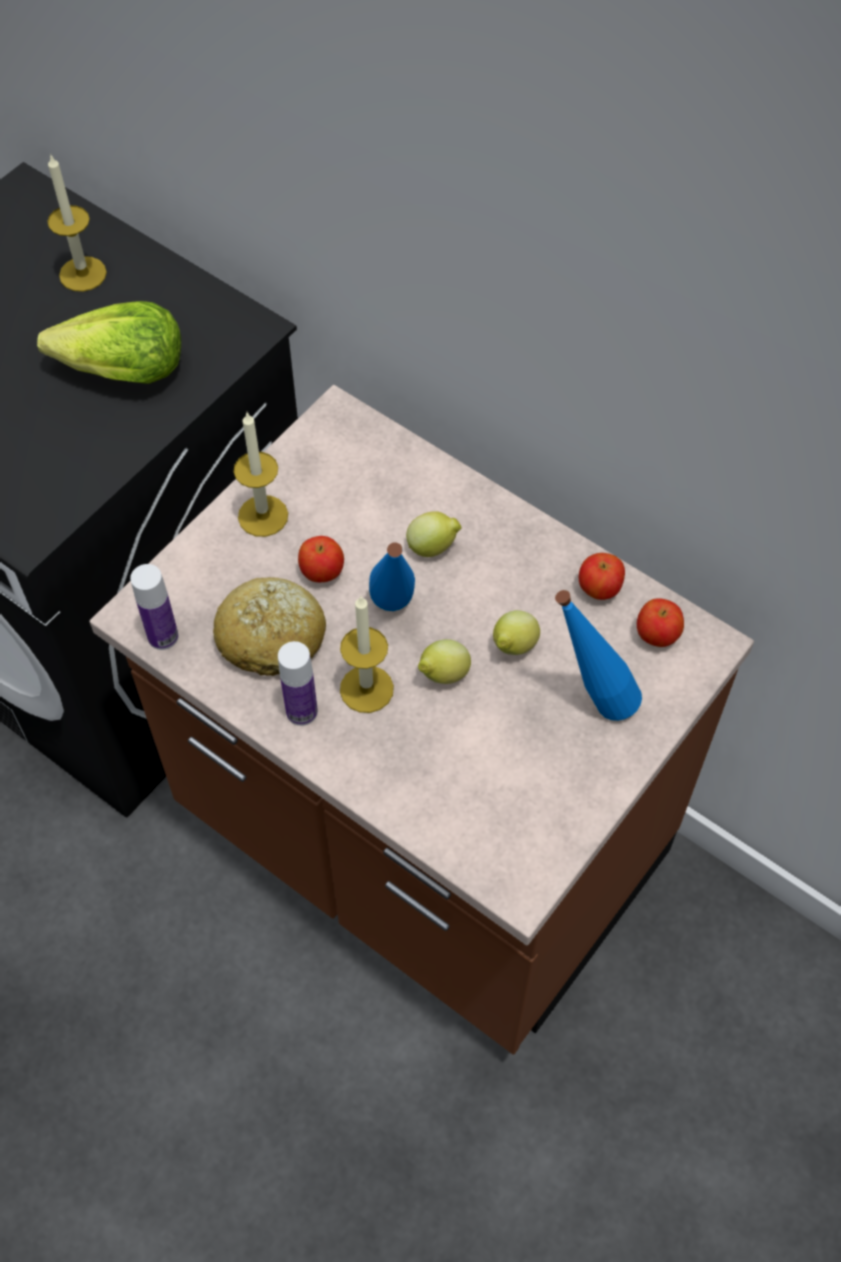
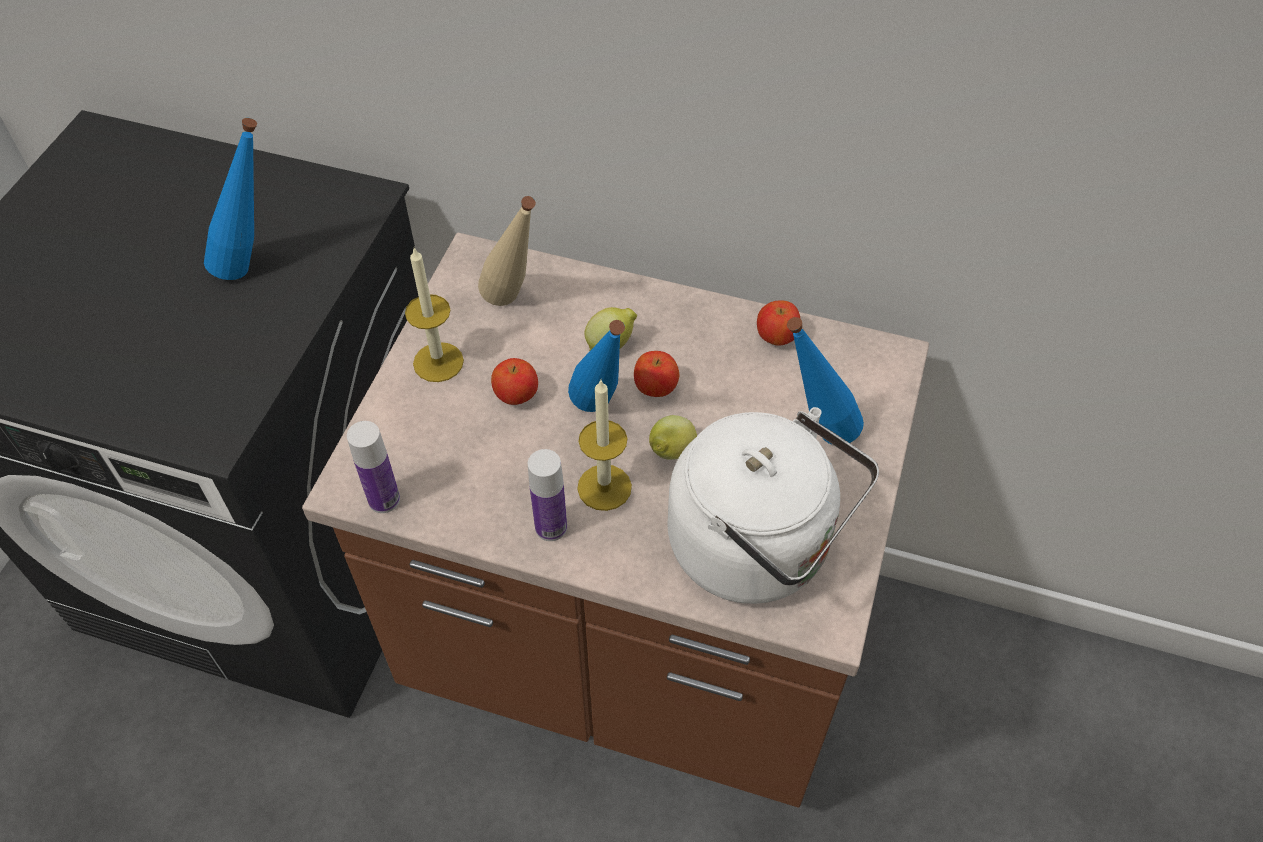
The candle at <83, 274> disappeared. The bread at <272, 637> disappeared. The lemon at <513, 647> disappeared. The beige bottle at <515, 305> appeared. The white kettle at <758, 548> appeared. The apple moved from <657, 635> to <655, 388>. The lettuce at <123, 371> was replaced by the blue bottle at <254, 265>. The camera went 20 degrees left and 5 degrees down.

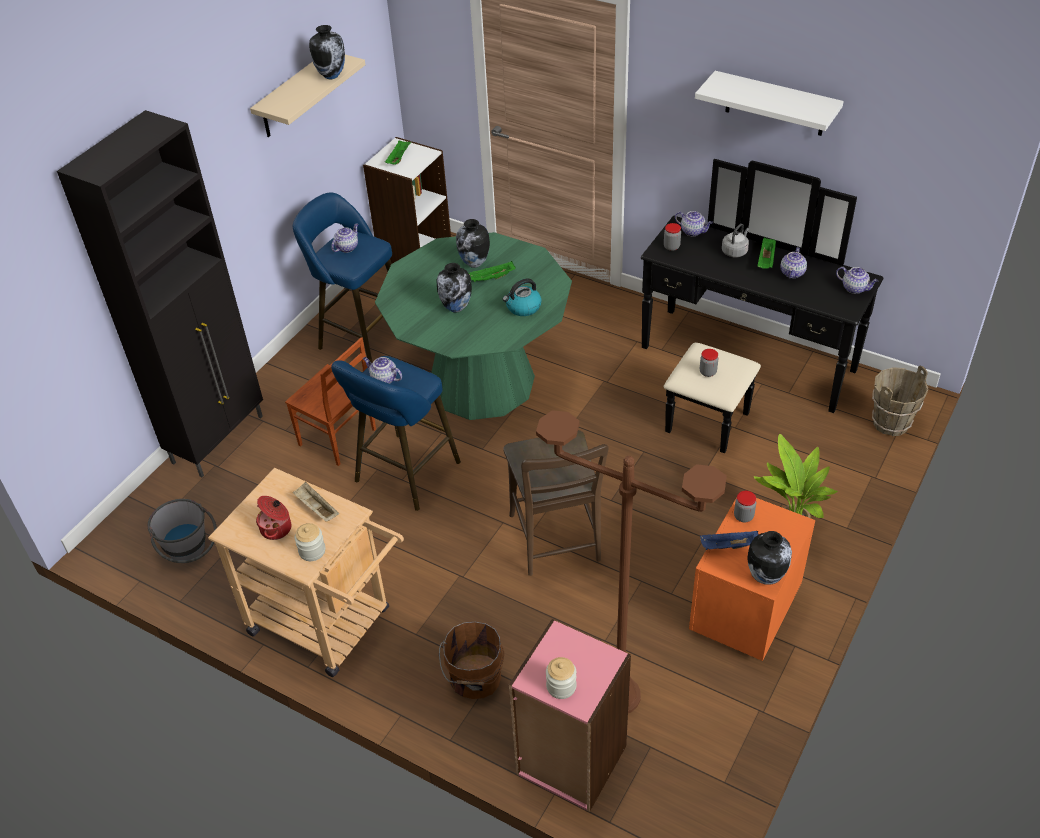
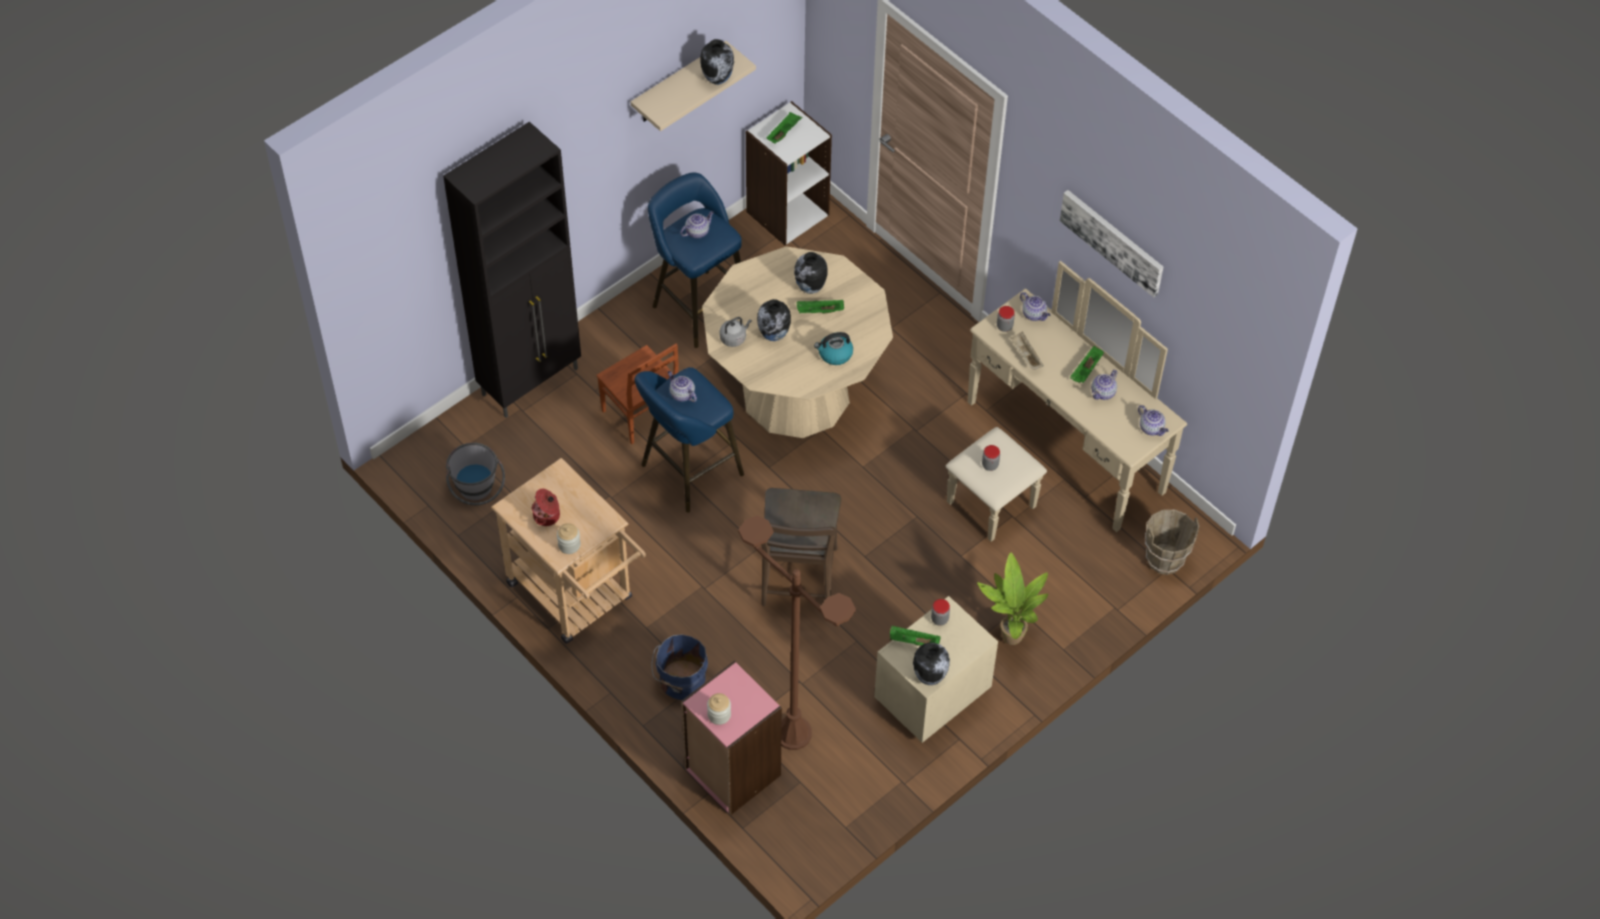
The beige tray moved from <316, 508> to <1025, 356>. The grey kettle moved from <735, 251> to <734, 338>. The white shelf at <775, 104> was replaced by the picture at <1112, 241>. The green dining table at <481, 382> became the beige dining table at <795, 394>. The brown bucket at <475, 678> became the blue bucket at <681, 681>. The black dresser at <739, 373> became the beige dresser at <1049, 460>. The orange nightstand at <742, 613> became the beige nightstand at <930, 697>. The blue tray at <728, 547> became the green tray at <913, 642>. The camera went 15 degrees right and 10 degrees up.

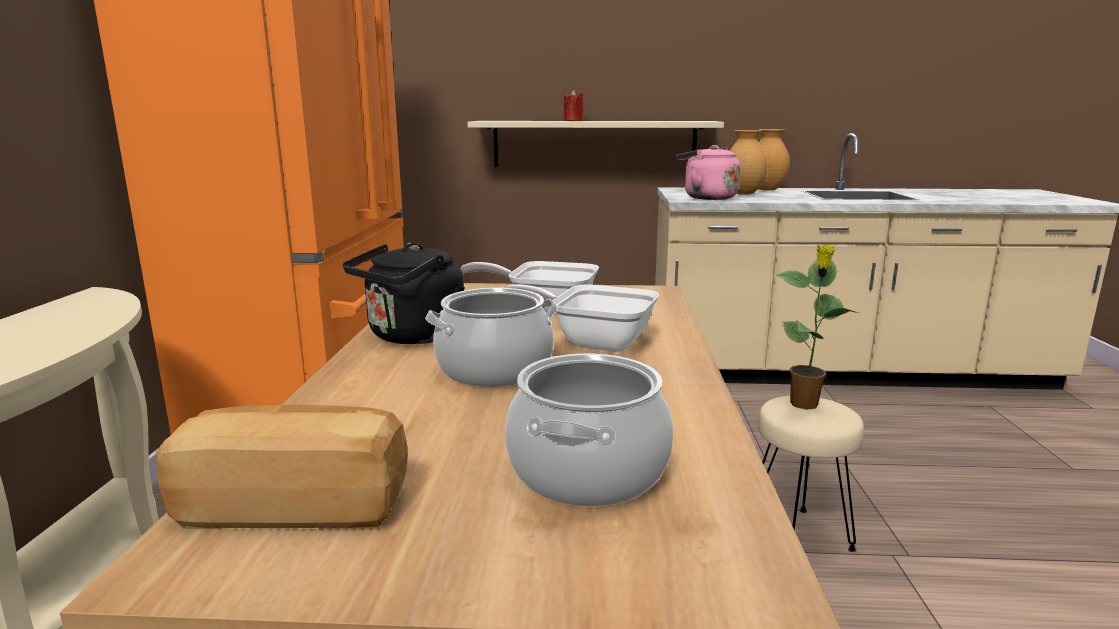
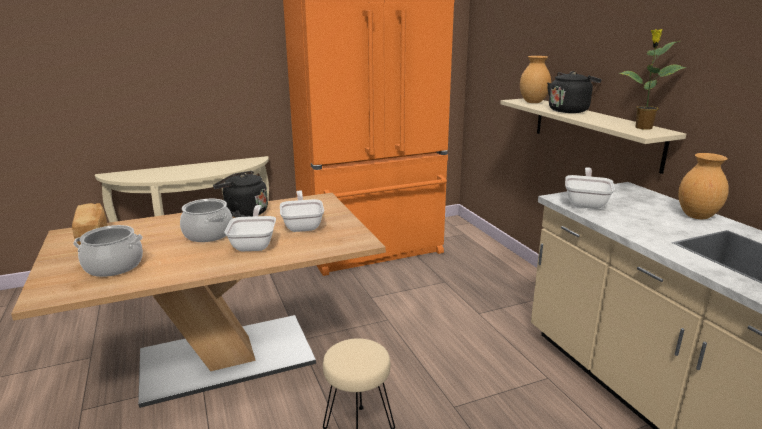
The brown vase moved from <743, 194> to <532, 102>. The potted plant moved from <805, 404> to <642, 128>. The red candle at <573, 120> was replaced by the black kettle at <569, 110>. The pink kettle at <706, 197> was replaced by the frying pan at <586, 202>. The camera went 65 degrees right and 5 degrees up.

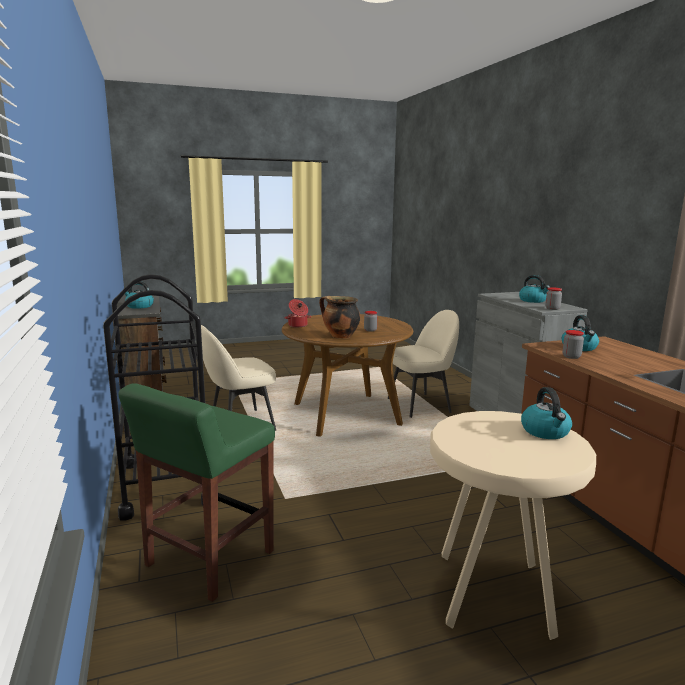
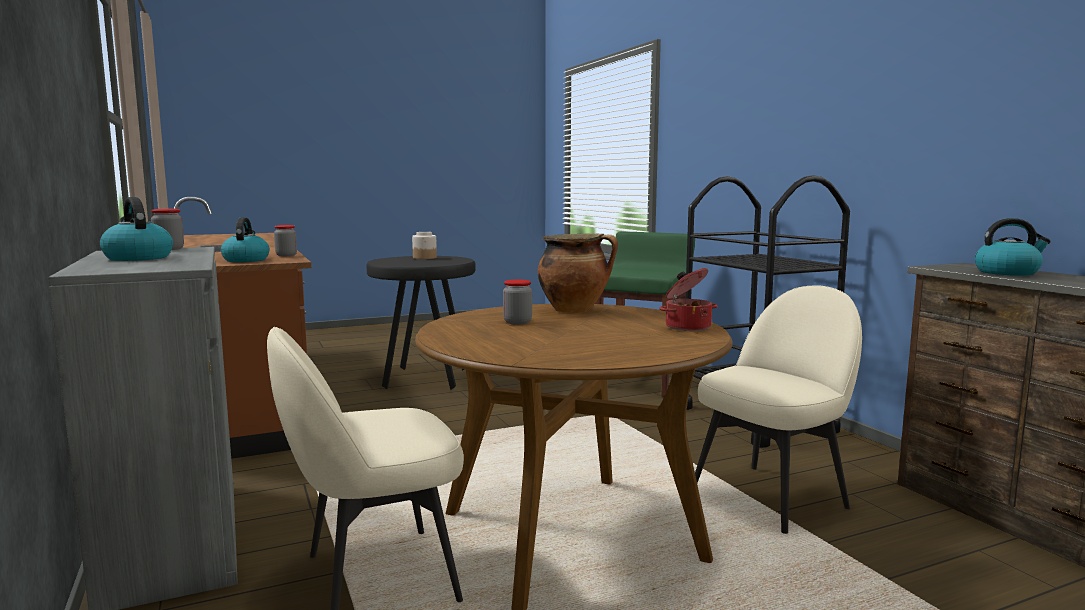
The kettle at <545, 432> disappeared. The jar at <425, 258> appeared. The beige stool at <494, 592> became the black stool at <425, 379>. The camera went 175 degrees right and 5 degrees down.

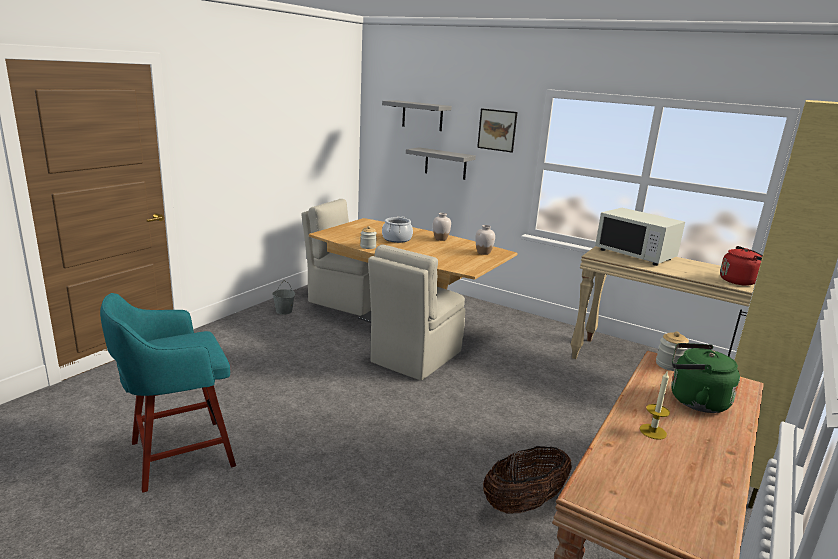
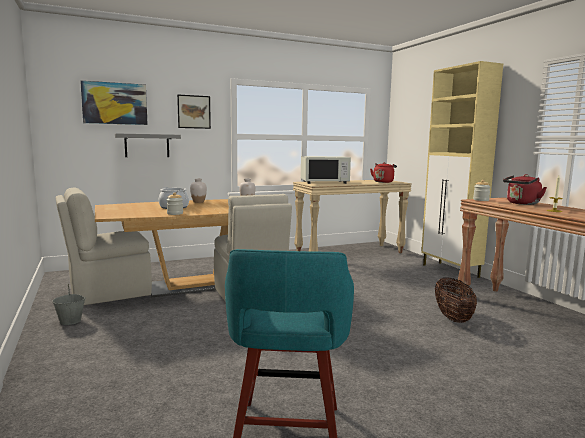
The grey shelf at <422, 116> was replaced by the picture at <115, 103>. The green kettle at <694, 401> became the red kettle at <522, 204>. The camera went 55 degrees left and 10 degrees down.

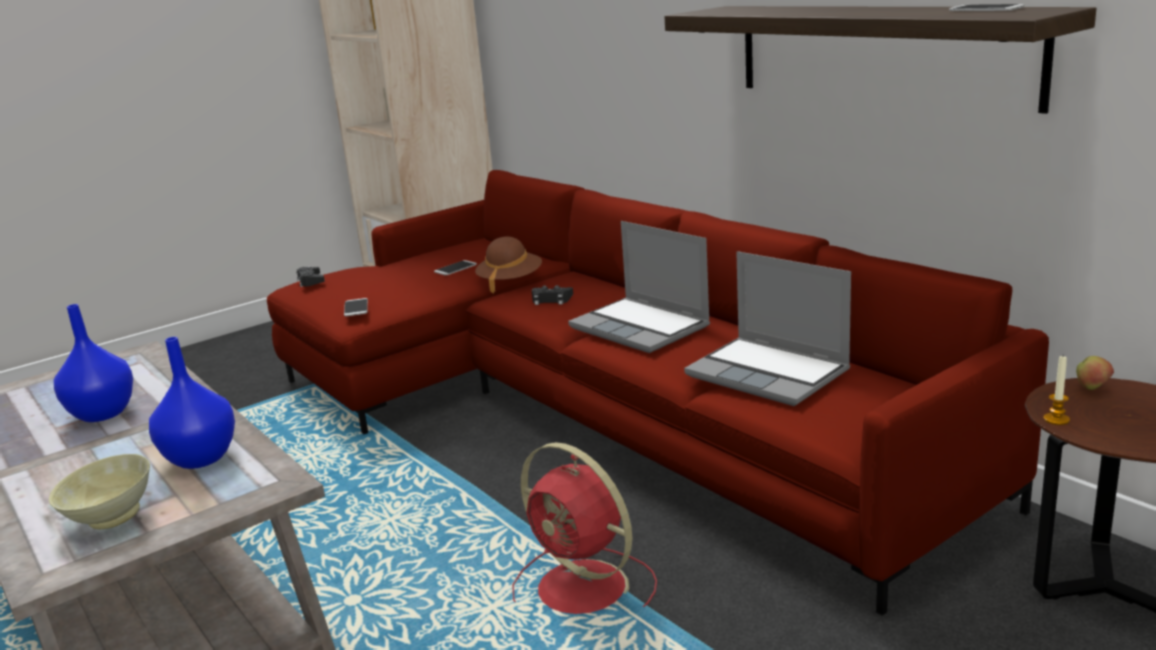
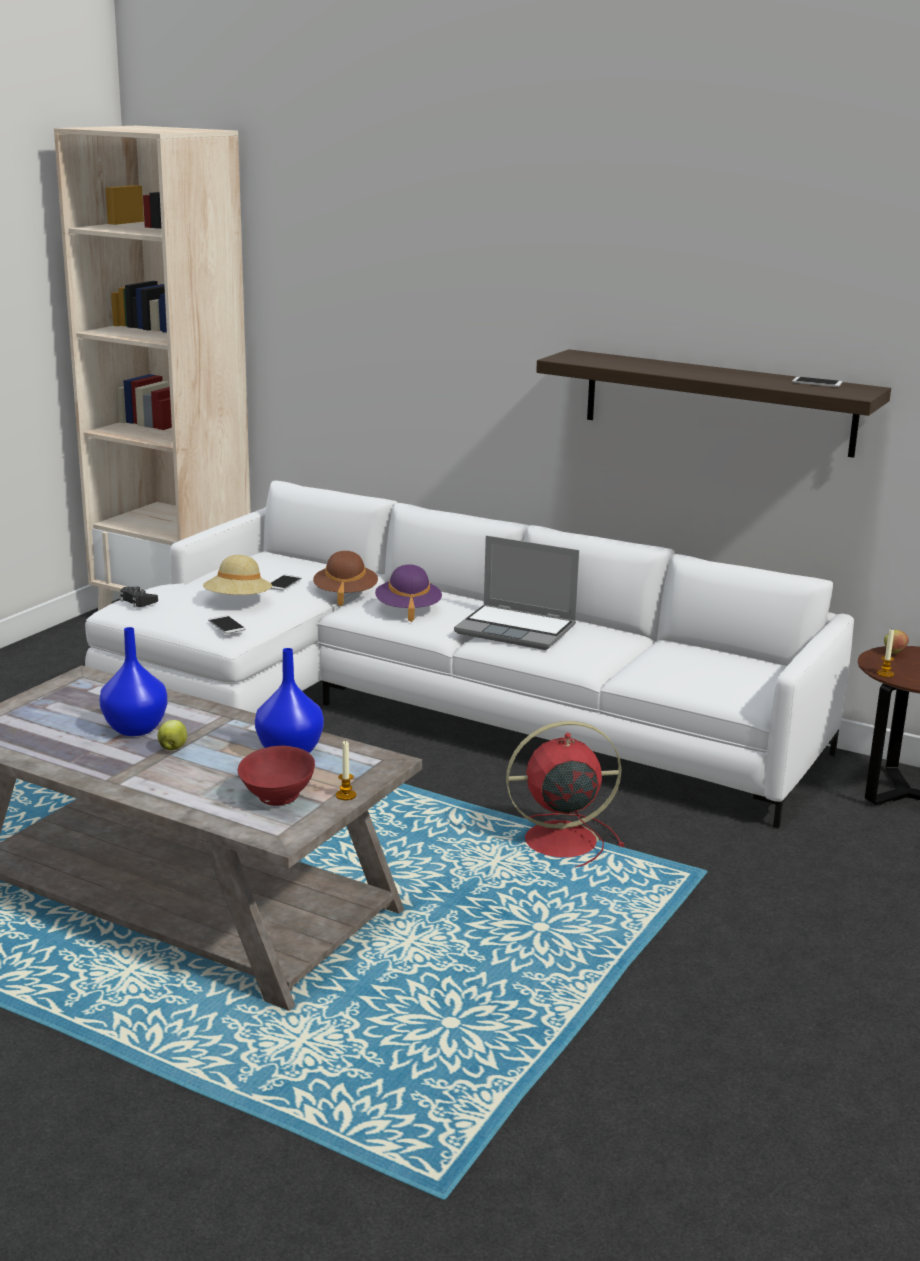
The laptop at <770, 373> disappeared. The apple at <173, 748> appeared. The beige hat at <238, 601> appeared. The candle at <346, 795> appeared. The black game controller at <551, 300> was replaced by the purple hat at <408, 609>. The beige bowl at <110, 518> became the red bowl at <276, 798>. The red sofa at <594, 410> became the white sofa at <444, 711>. The red fan at <585, 590> turned 150 degrees clockwise. The camera went 25 degrees left and 0 degrees up.

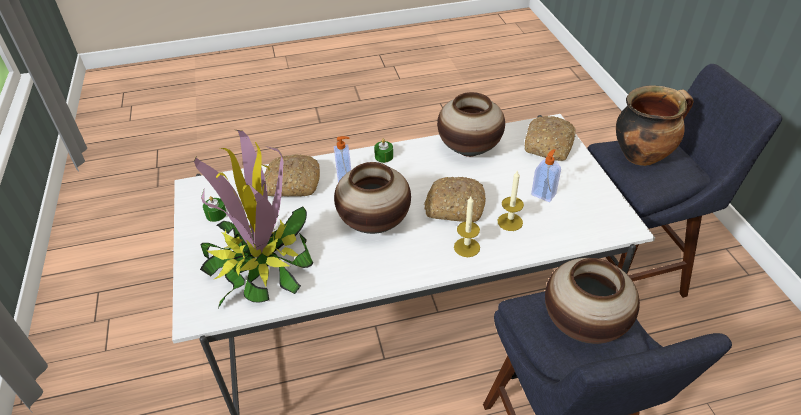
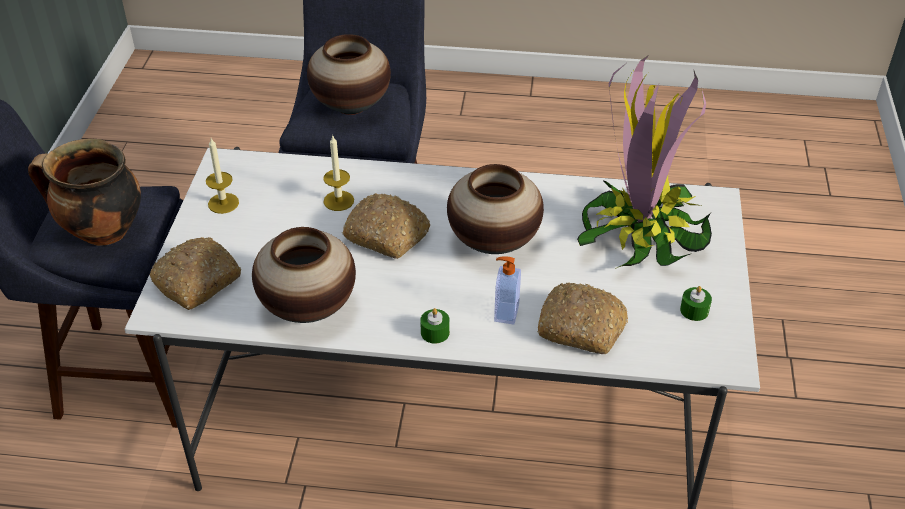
The soap dispenser at <543, 194> disappeared. The candle moved from <466, 247> to <223, 203>. The camera went 160 degrees left and 0 degrees up.

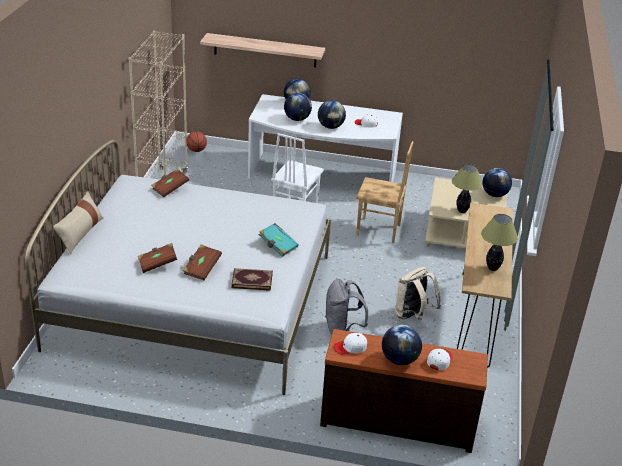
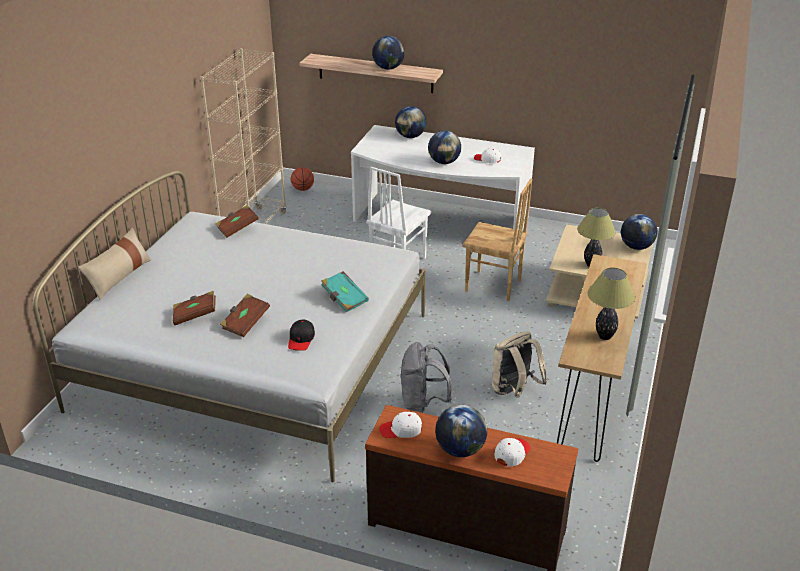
The globe moved from <297, 119> to <388, 68>. The book at <252, 280> was replaced by the black cap at <301, 339>. The camera went 10 degrees right and 0 degrees up.

